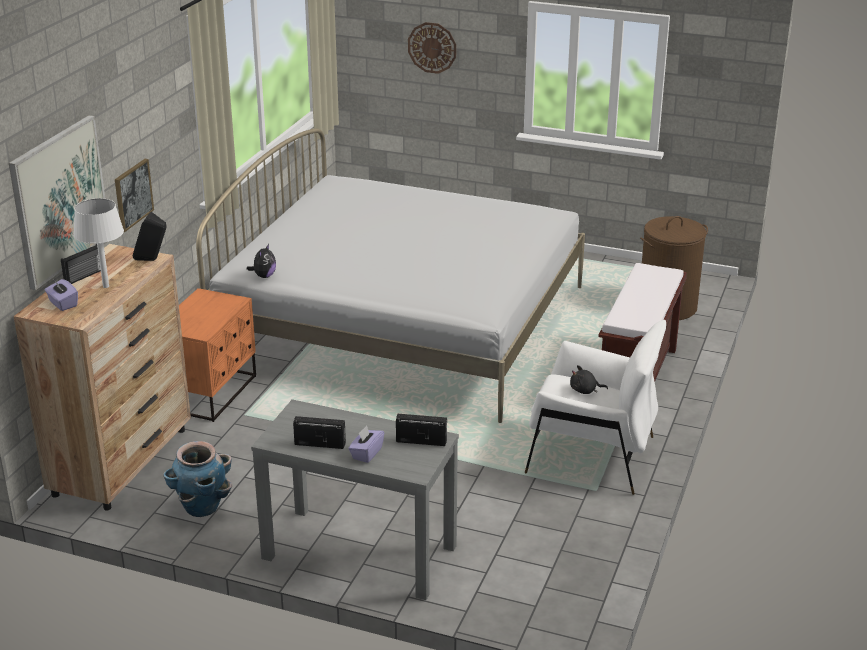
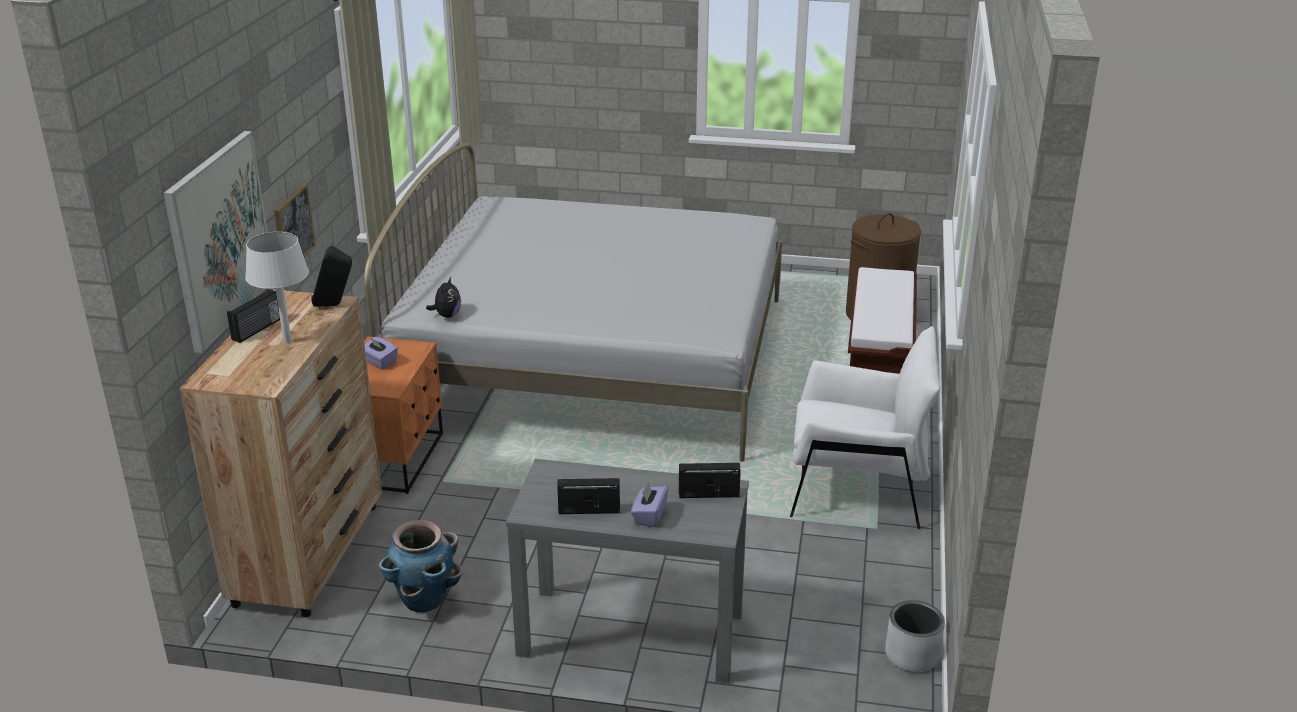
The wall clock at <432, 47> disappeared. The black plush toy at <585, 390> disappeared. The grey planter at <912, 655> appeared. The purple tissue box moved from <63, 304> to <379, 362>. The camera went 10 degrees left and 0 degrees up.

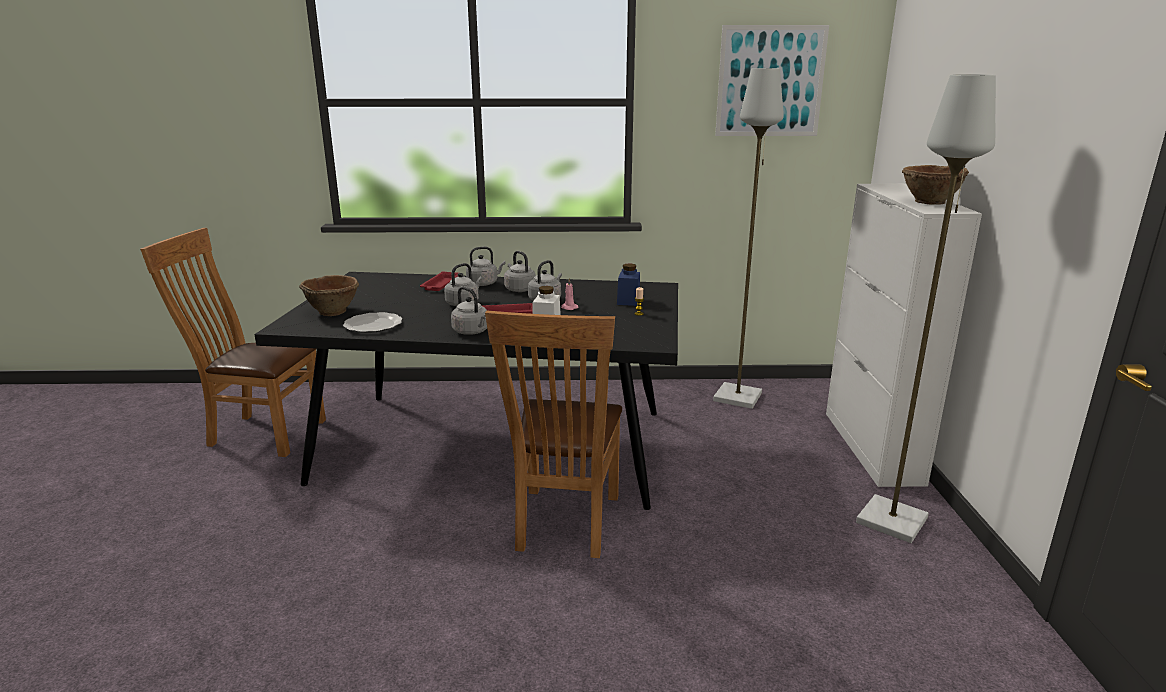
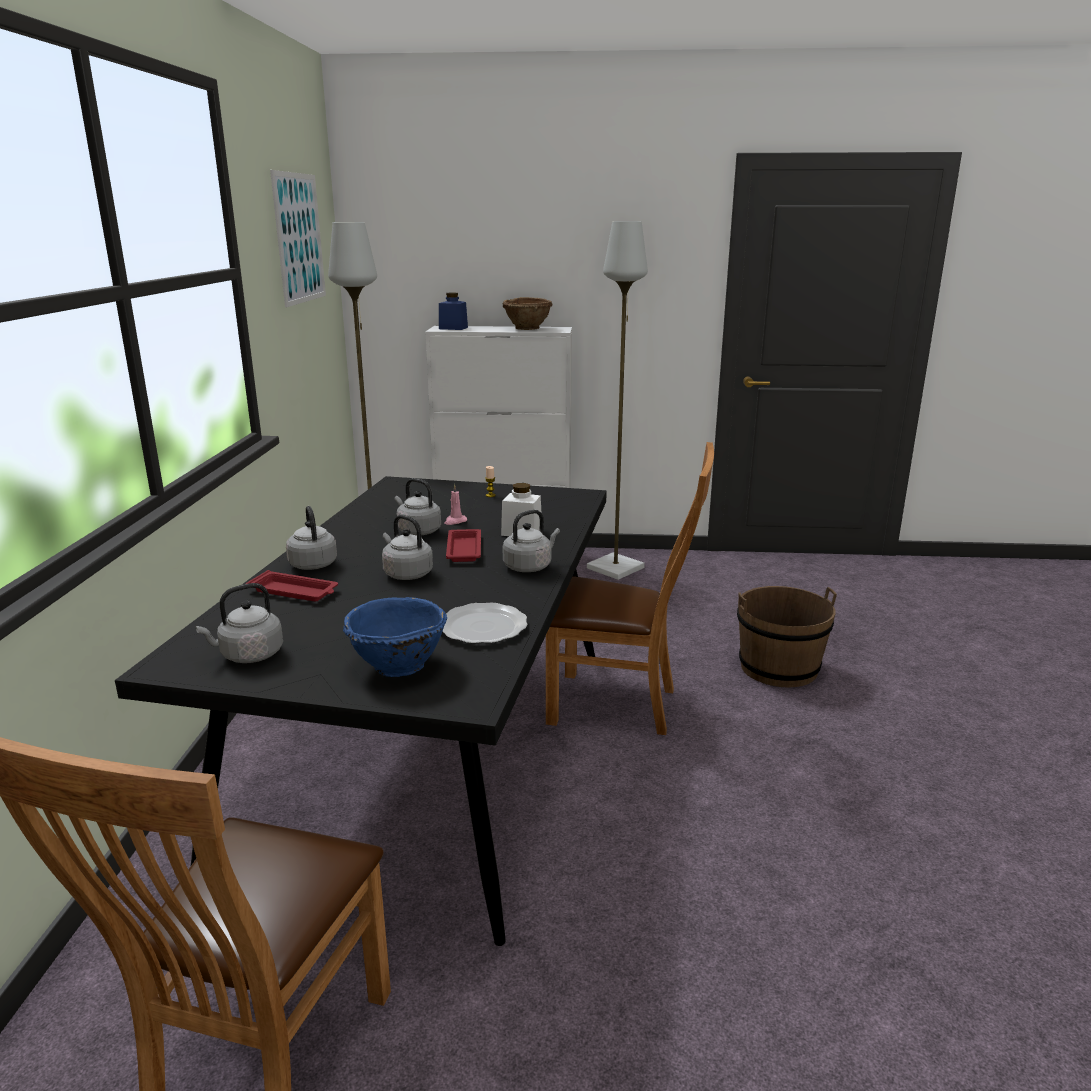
The brown bucket at <778, 668> appeared. The grey kettle moved from <519, 289> to <248, 655>. The blue jar moved from <628, 301> to <453, 328>. The brown bowl at <333, 311> became the blue bowl at <397, 665>. The camera went 85 degrees left and 0 degrees up.

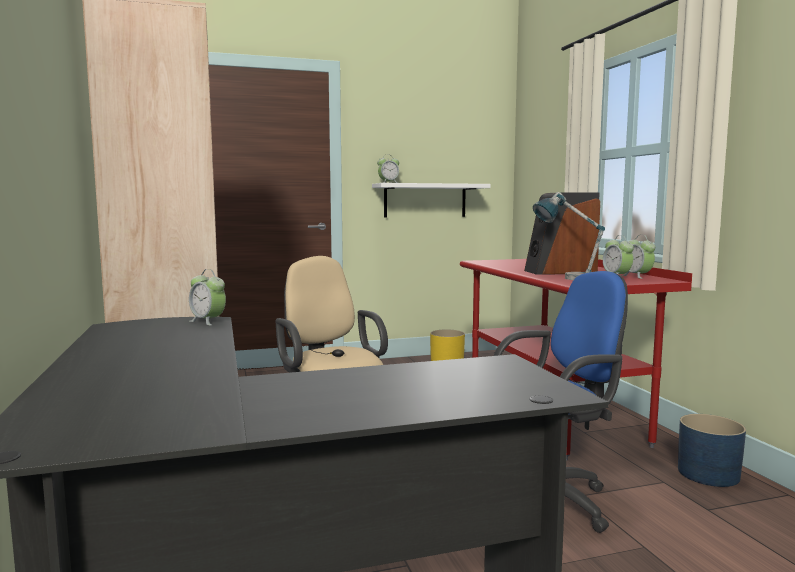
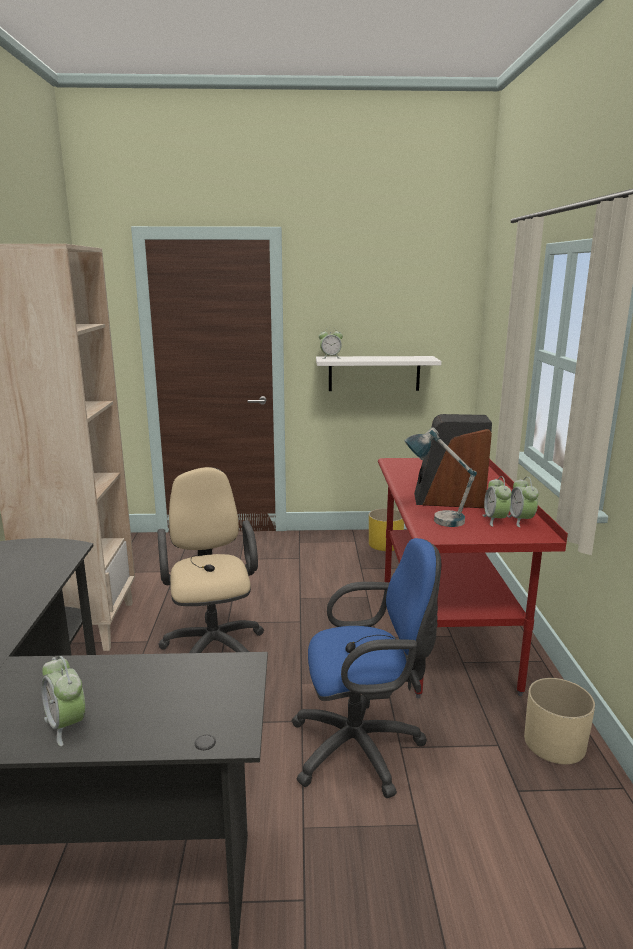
The alarm clock moved from <208, 321> to <67, 725>. The blue planter at <708, 474> became the beige planter at <555, 743>. The camera went 15 degrees right and 10 degrees up.

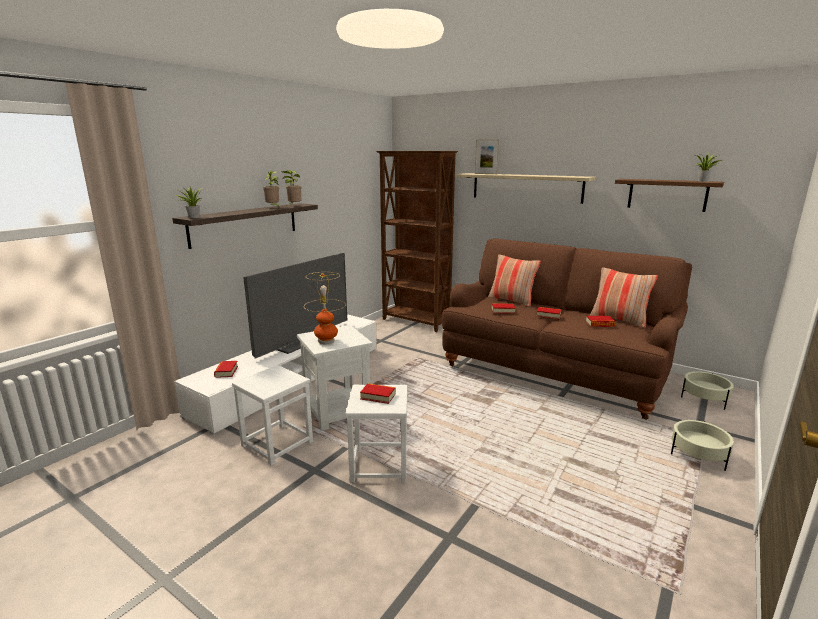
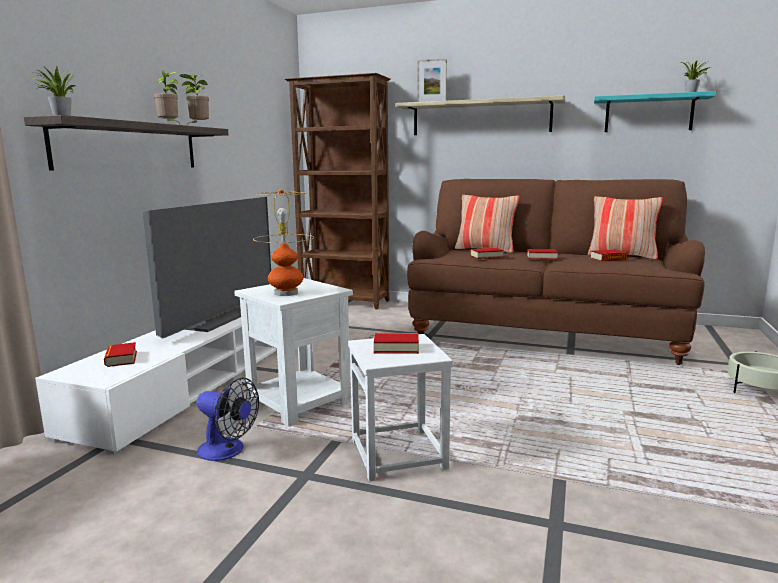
The beige planter at <704, 399> disappeared. The white stool at <277, 443> was replaced by the fan at <227, 451>. The brown shelf at <667, 195> became the turquoise shelf at <648, 114>. The camera went 15 degrees left and 5 degrees down.

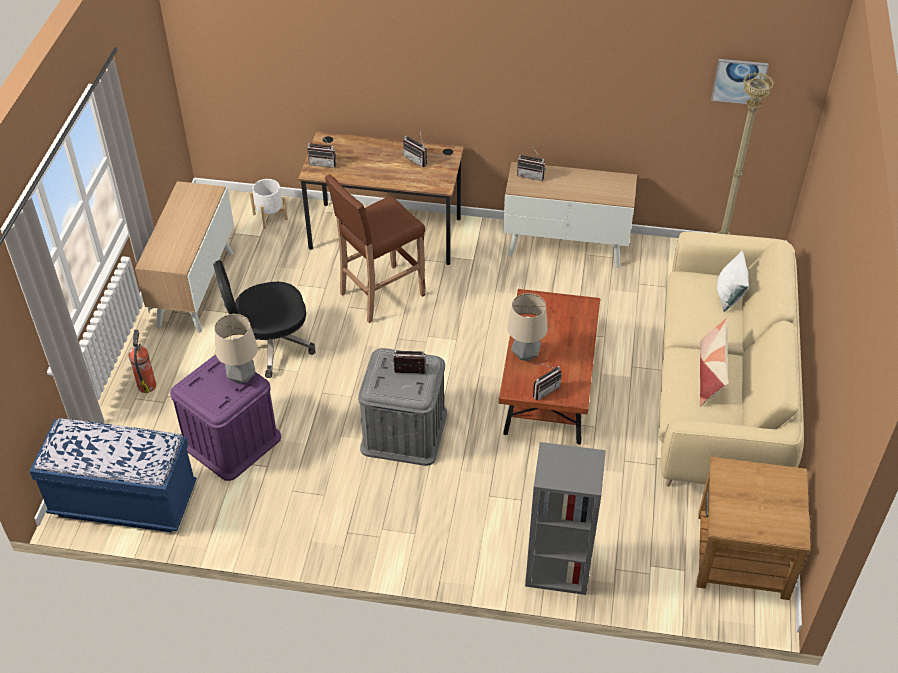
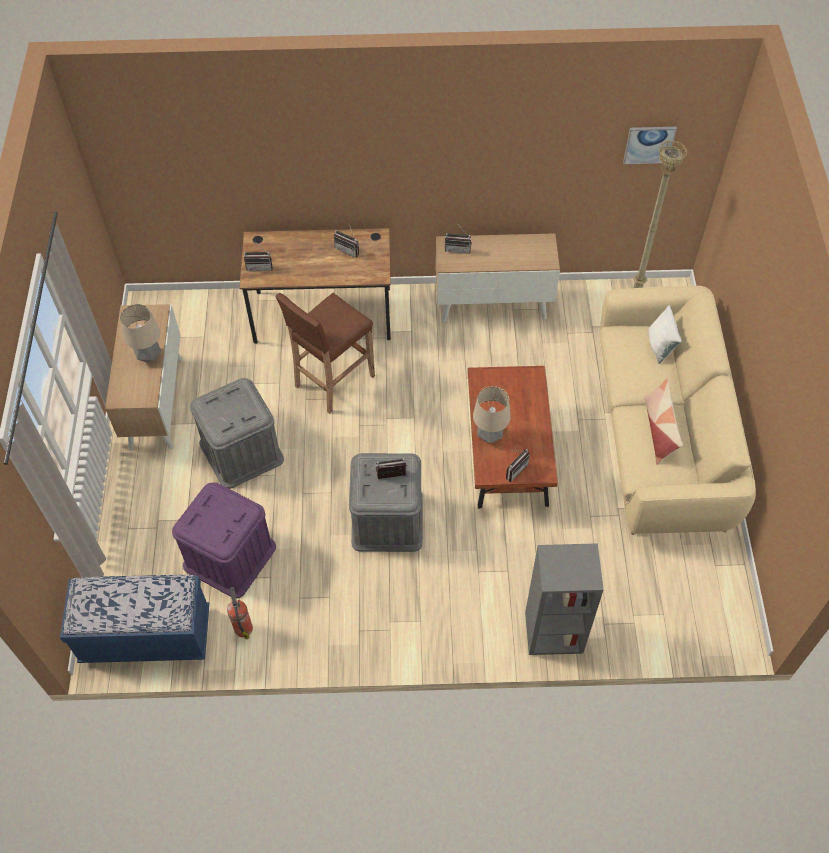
The white planter at <270, 217> disappeared. The brown side table at <742, 554> disappeared. The fire extinguisher moved from <147, 385> to <243, 627>. The table lamp moved from <241, 377> to <149, 356>. The black office chair at <269, 345> was replaced by the grey storage box at <241, 451>. The camera went 10 degrees left and 10 degrees up.

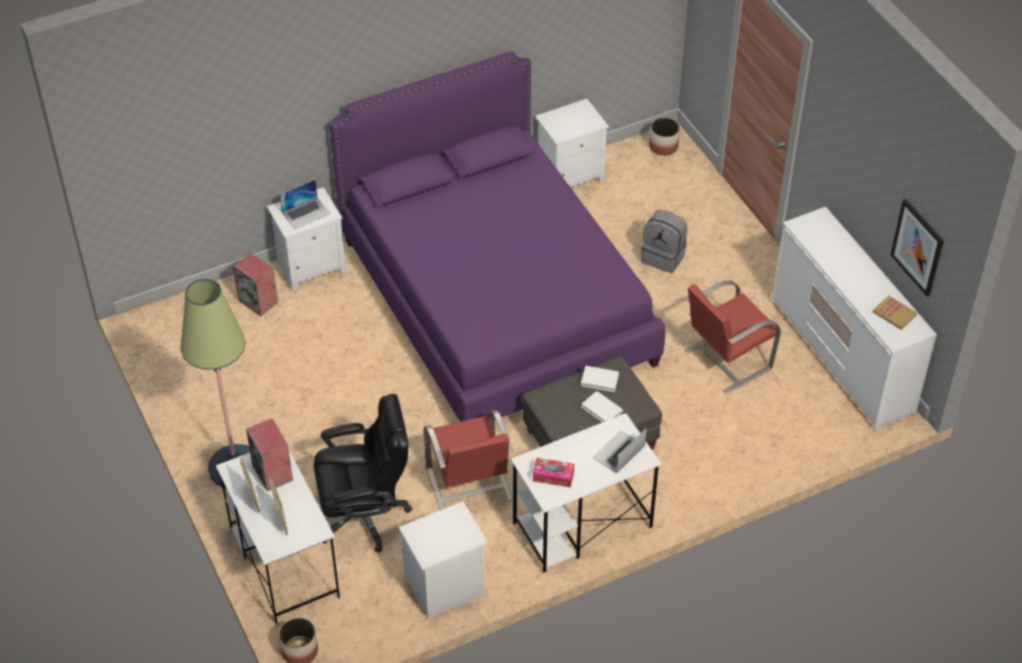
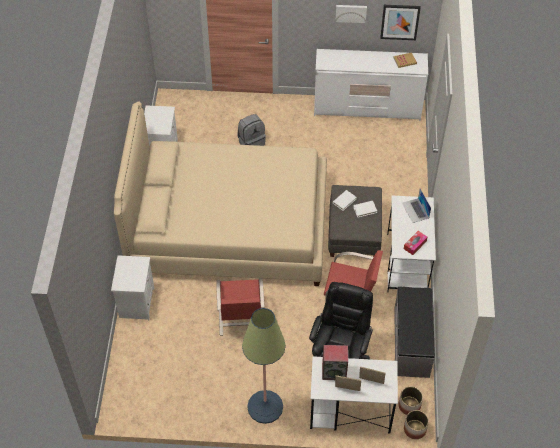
The speaker at <259, 301> disappeared. The laptop at <306, 213> disappeared. The picture at <351, 13> appeared. The planter moved from <663, 146> to <409, 405>. The red chair moved from <726, 360> to <241, 319>. The white nightstand at <444, 588> was replaced by the grey bench at <412, 342>. The purple bed at <497, 300> became the beige bed at <228, 227>. The camera went 60 degrees left and 5 degrees up.

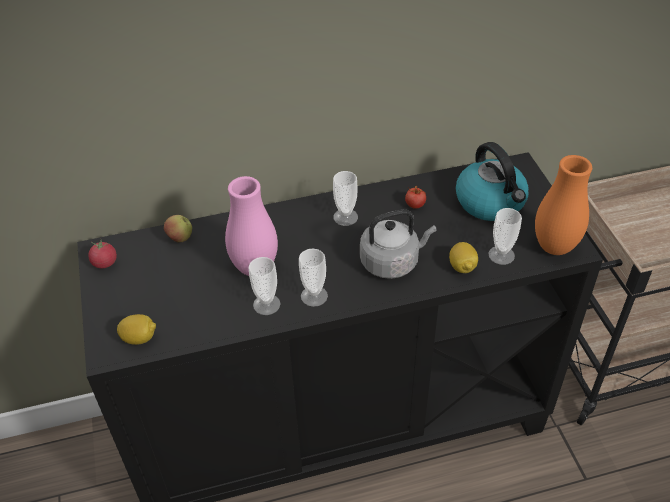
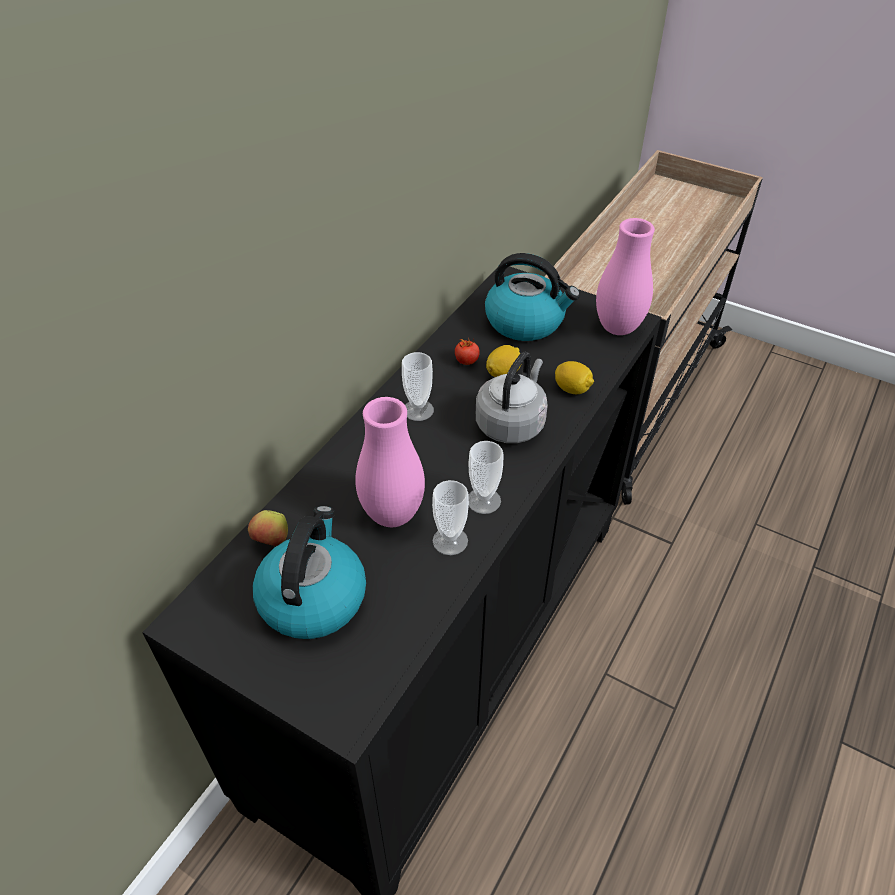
The tomato at <105, 263> disappeared. The cup at <501, 255> disappeared. The kettle at <313, 597> appeared. The lemon moved from <139, 338> to <503, 373>. The orange vase at <554, 247> became the pink vase at <618, 328>. The camera went 45 degrees left and 0 degrees up.

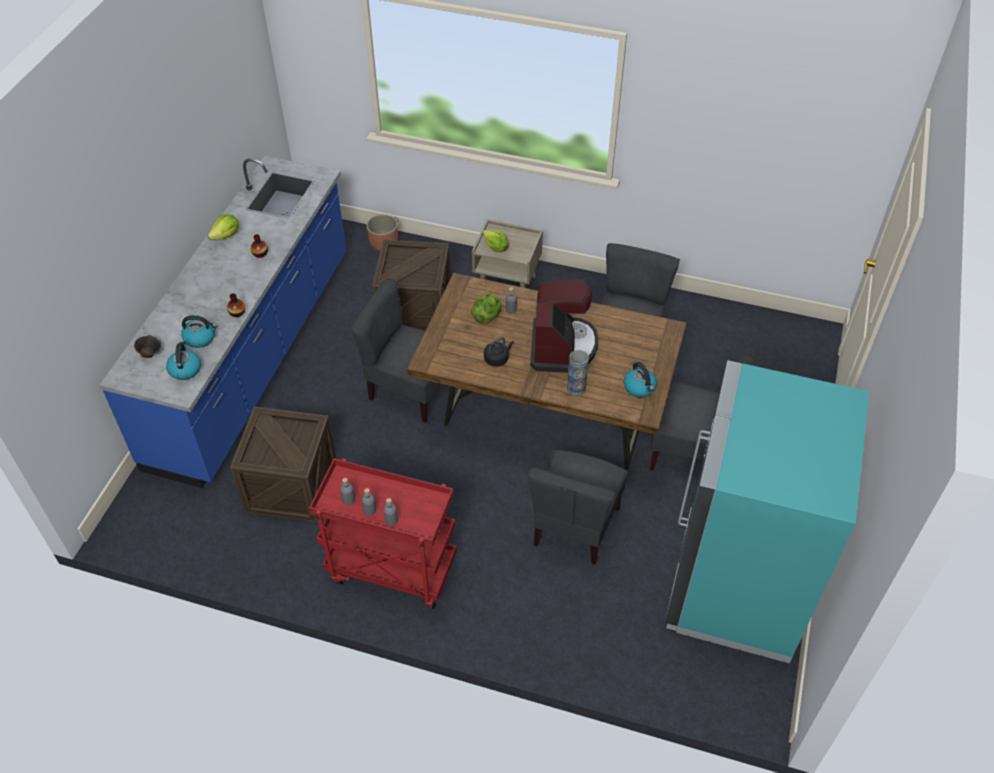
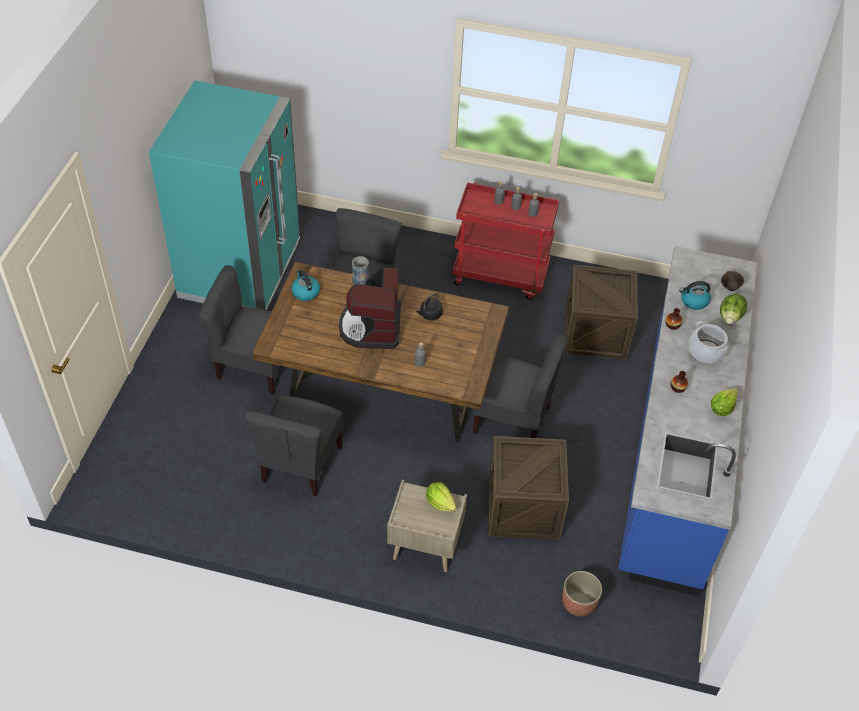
The kettle at <185, 369> disappeared. The cooking pot at <706, 351> appeared. The lettuce moved from <487, 316> to <730, 317>. The camera went 175 degrees right and 0 degrees up.

